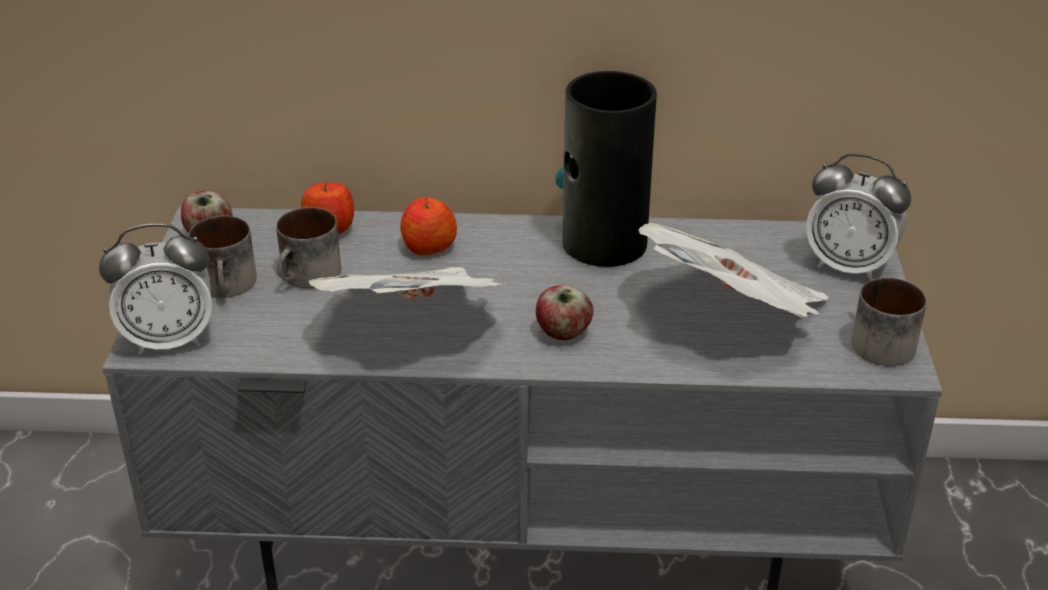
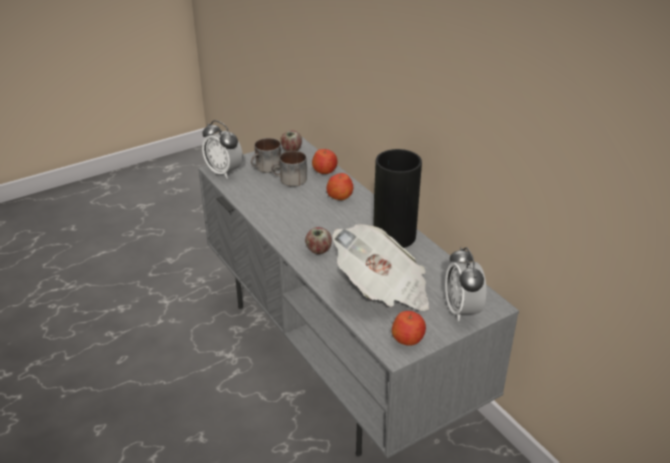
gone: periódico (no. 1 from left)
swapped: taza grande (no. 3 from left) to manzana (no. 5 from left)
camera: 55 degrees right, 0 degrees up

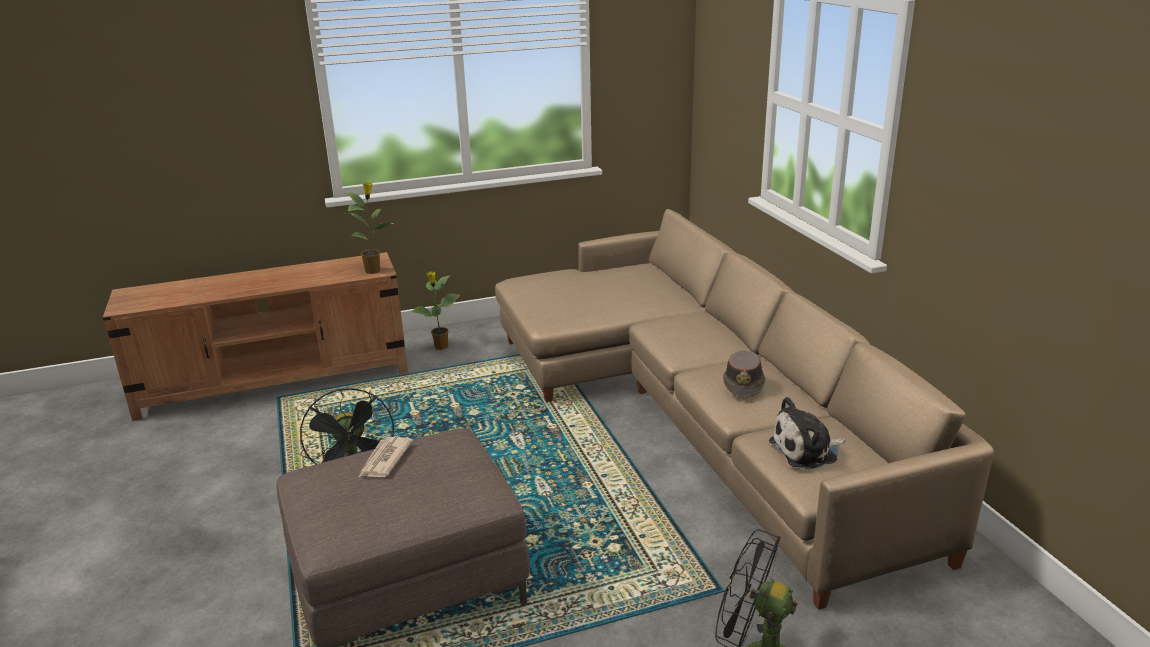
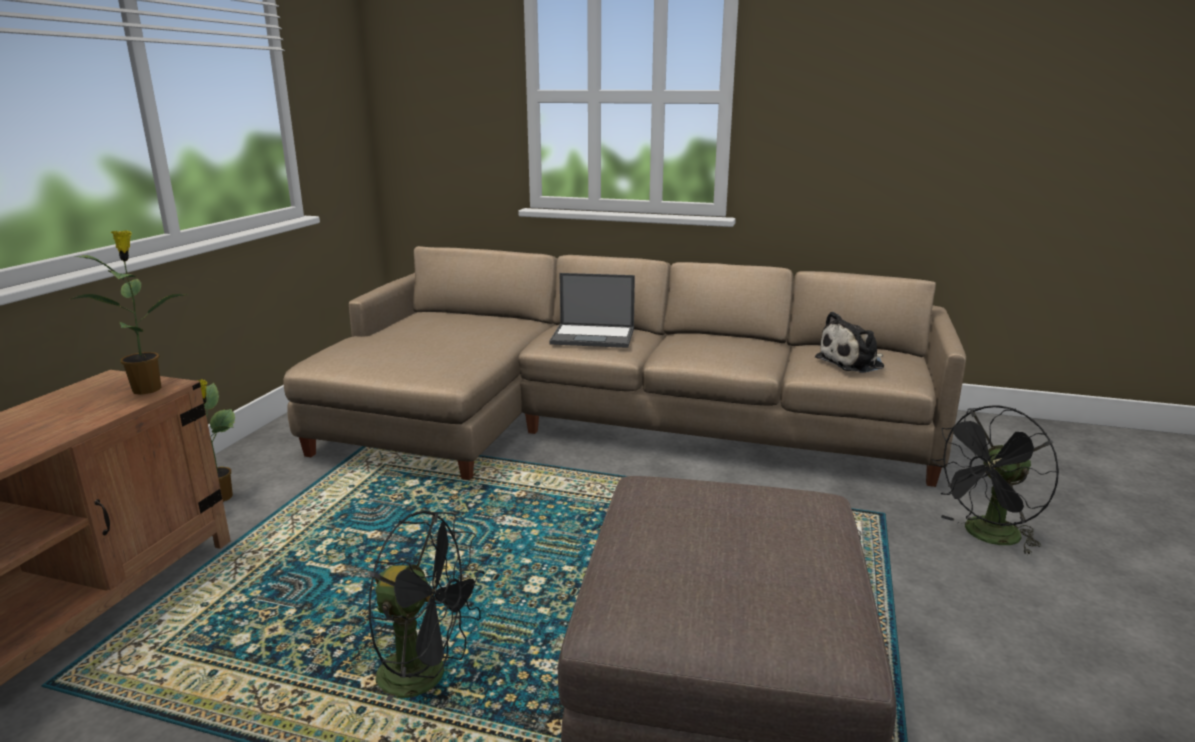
gone: periódico; sombrero [marrón]
new: portátil
rotated: peluche 45 degrees clockwise
camera: 55 degrees left, 5 degrees down

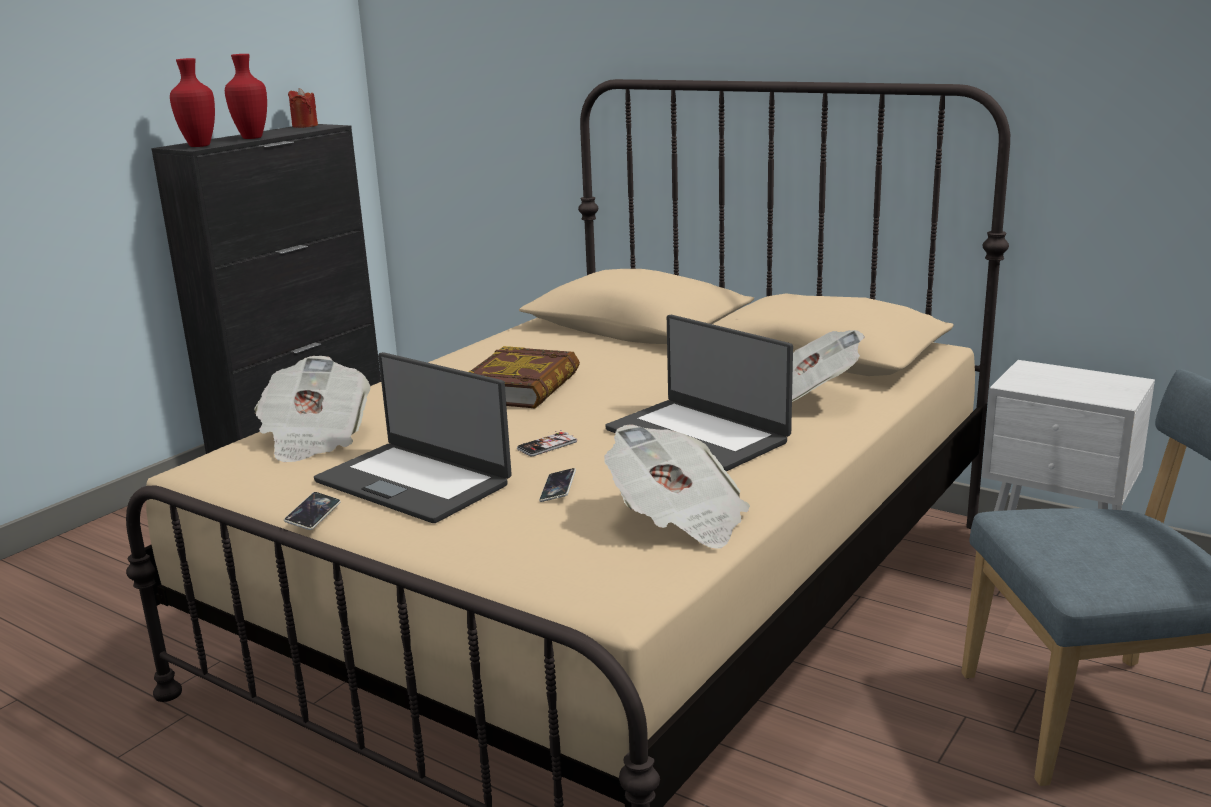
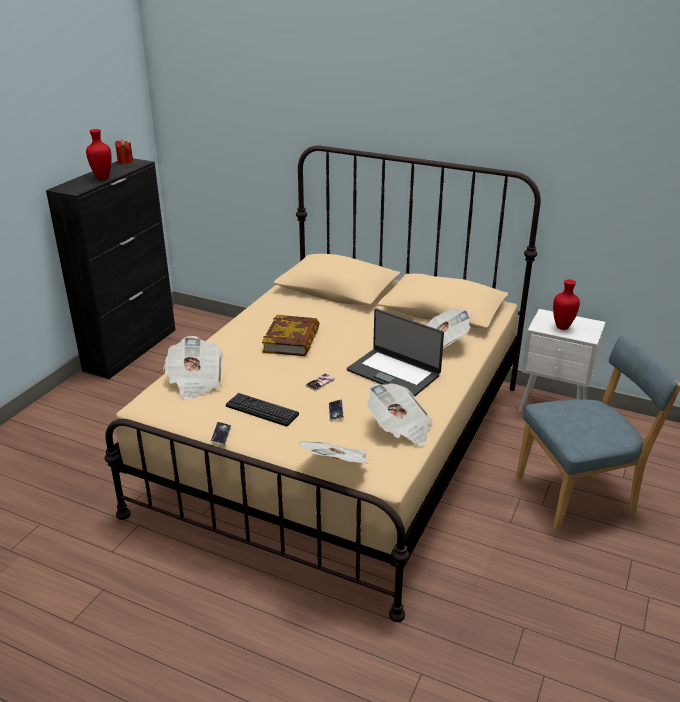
new: periódico (no. 2 from left)
shifted: florero [rojo] (no. 1 from left in the first image) to florero [rojo] (no. 2 from left)
swapped: portátil (no. 1 from left) to teclado
camera: 10 degrees left, 10 degrees up

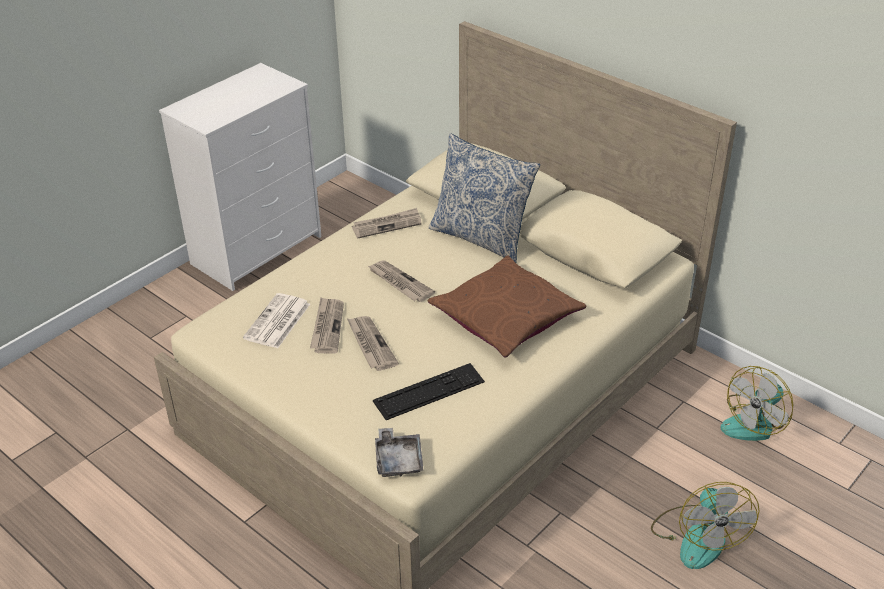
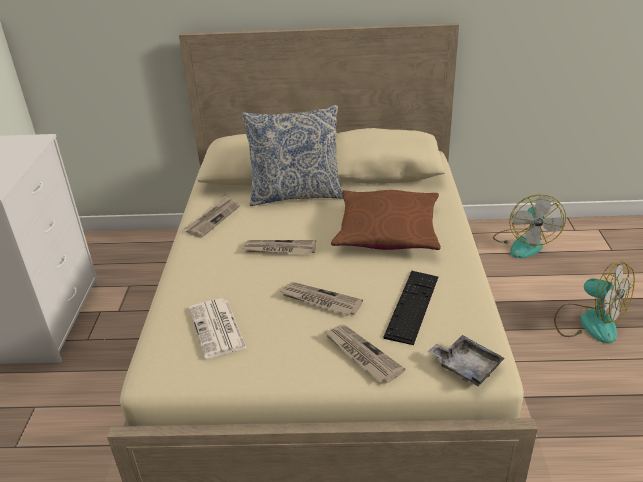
shifted: periódico (no. 2 from left in the first image) to periódico (no. 5 from left)
camera: 40 degrees left, 5 degrees down

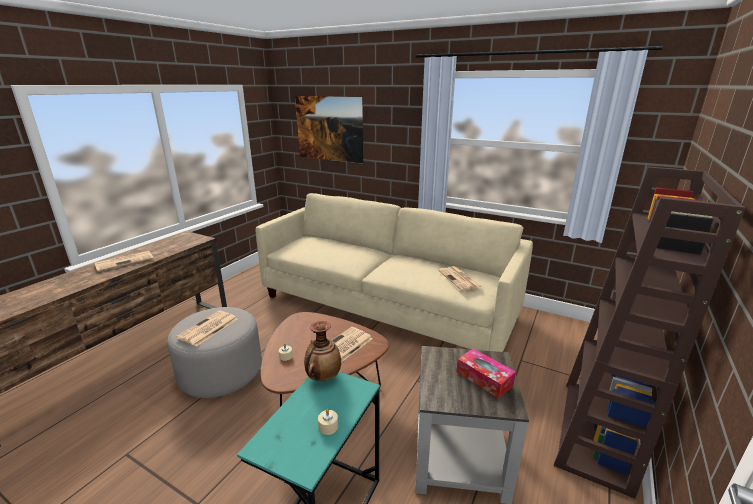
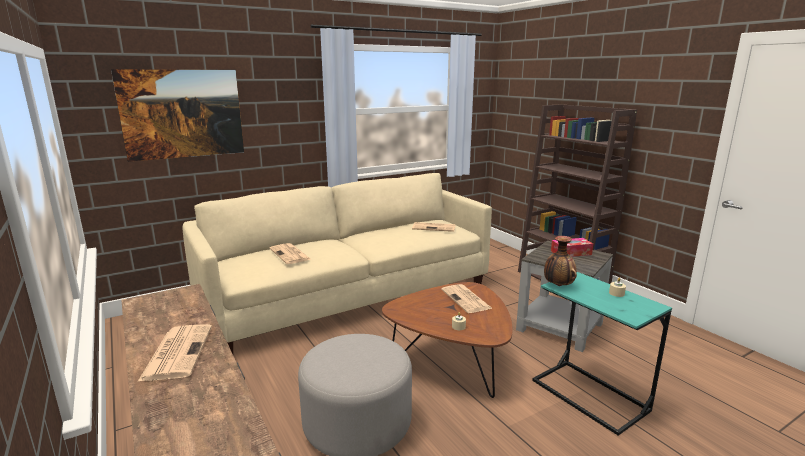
shifted: periódico (no. 2 from left)
camera: 60 degrees left, 5 degrees down

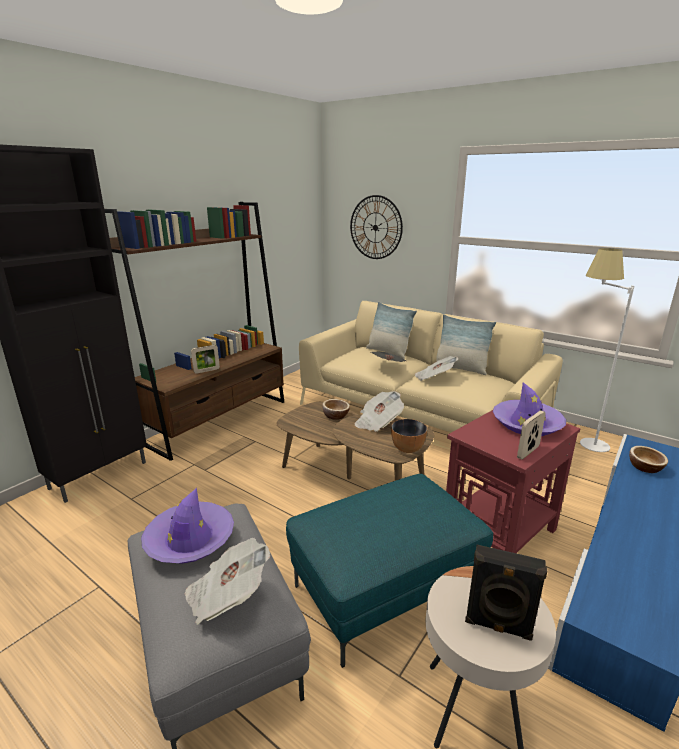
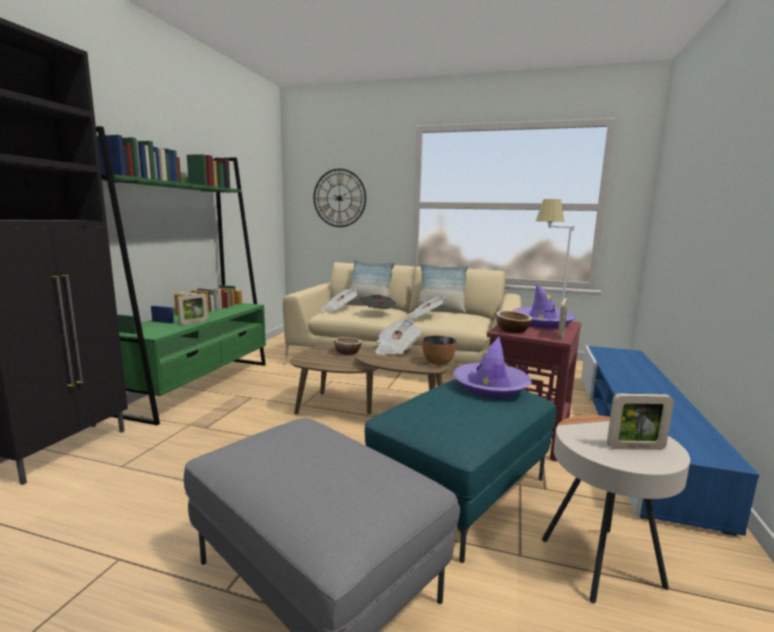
shifted: sombrero [morado] (no. 1 from left); periódico (no. 1 from left); cuenco (no. 3 from left)
swapped: altavoz [negro] to portarretratos (no. 3 from left)
repainted: estantería [marrón] to estantería [verde]
camera: 20 degrees left, 10 degrees down

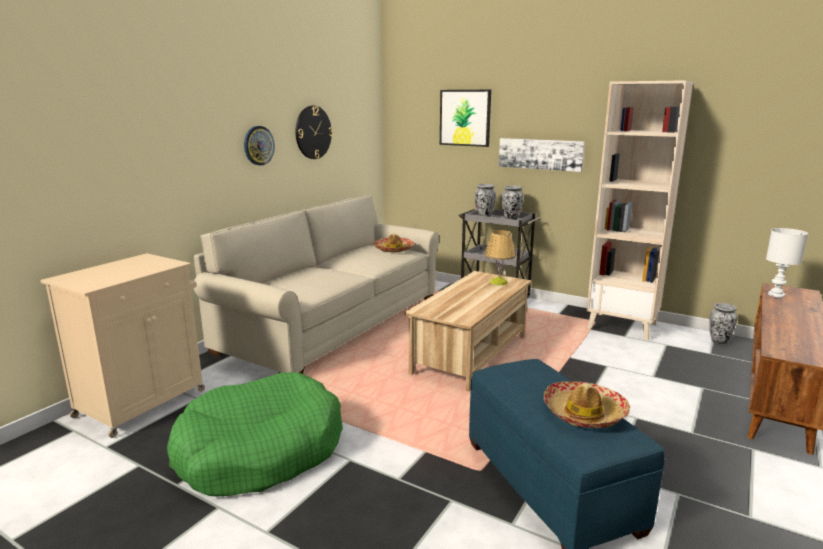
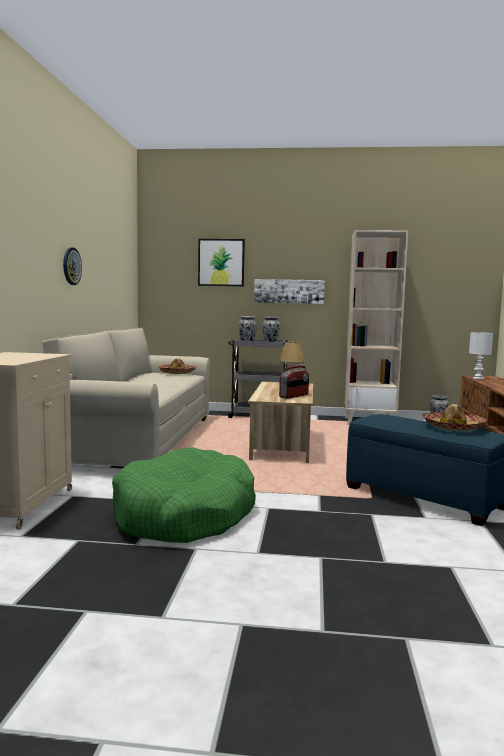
gone: reloj de pared (no. 2 from left)
new: radio
camera: 25 degrees left, 10 degrees down

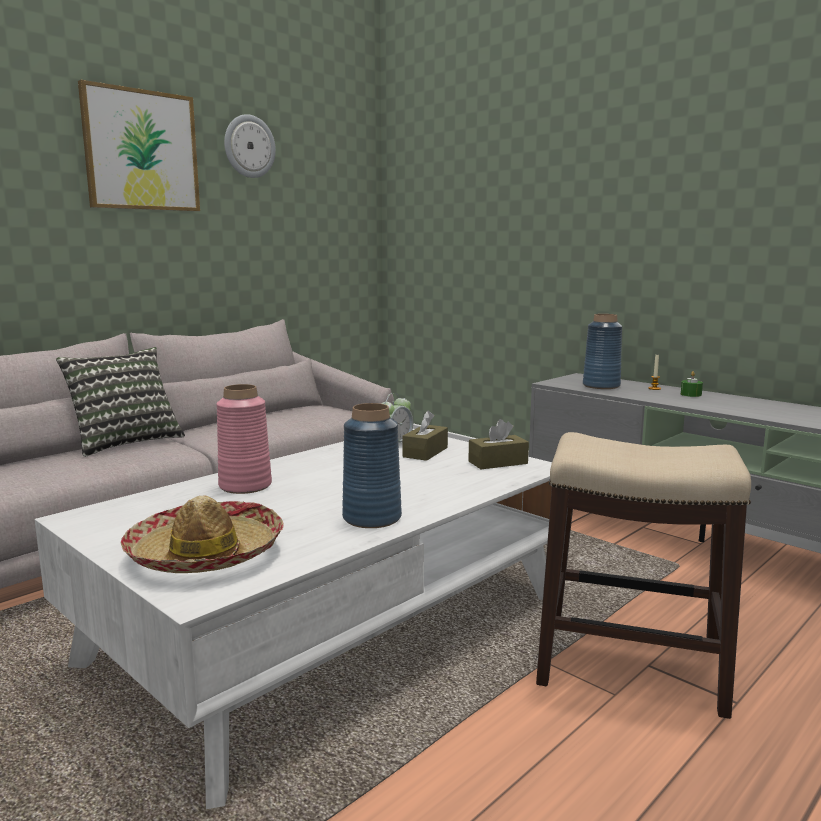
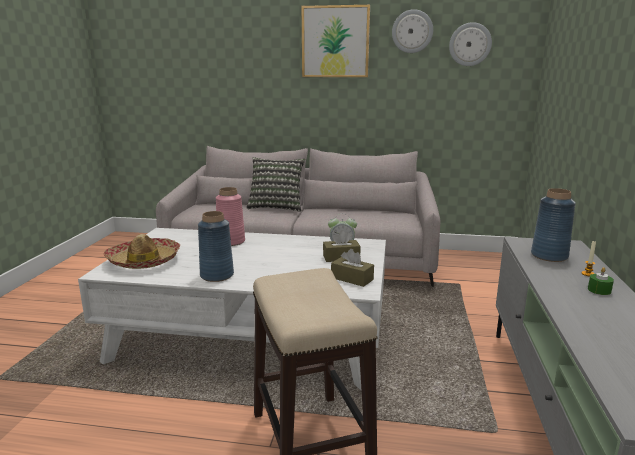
new: reloj de pared (no. 2 from left)
camera: 55 degrees right, 5 degrees up

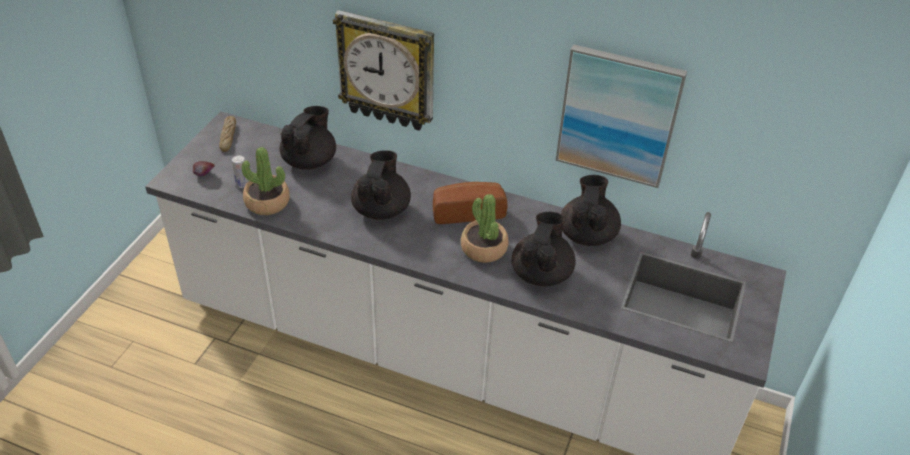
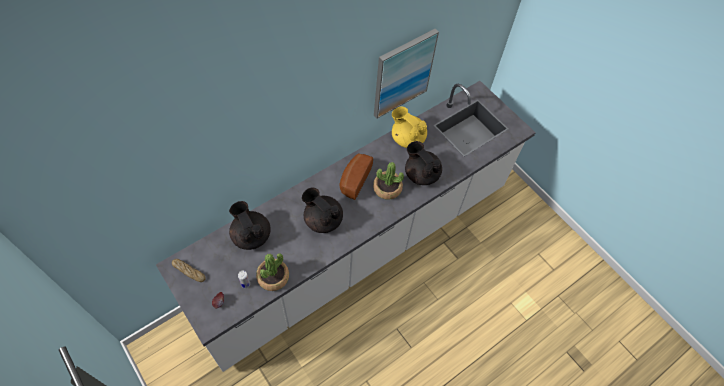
gone: reloj de pared
repainted: tetera [negro] (no. 4 from left) to tetera [amarillo]
camera: 60 degrees left, 15 degrees up

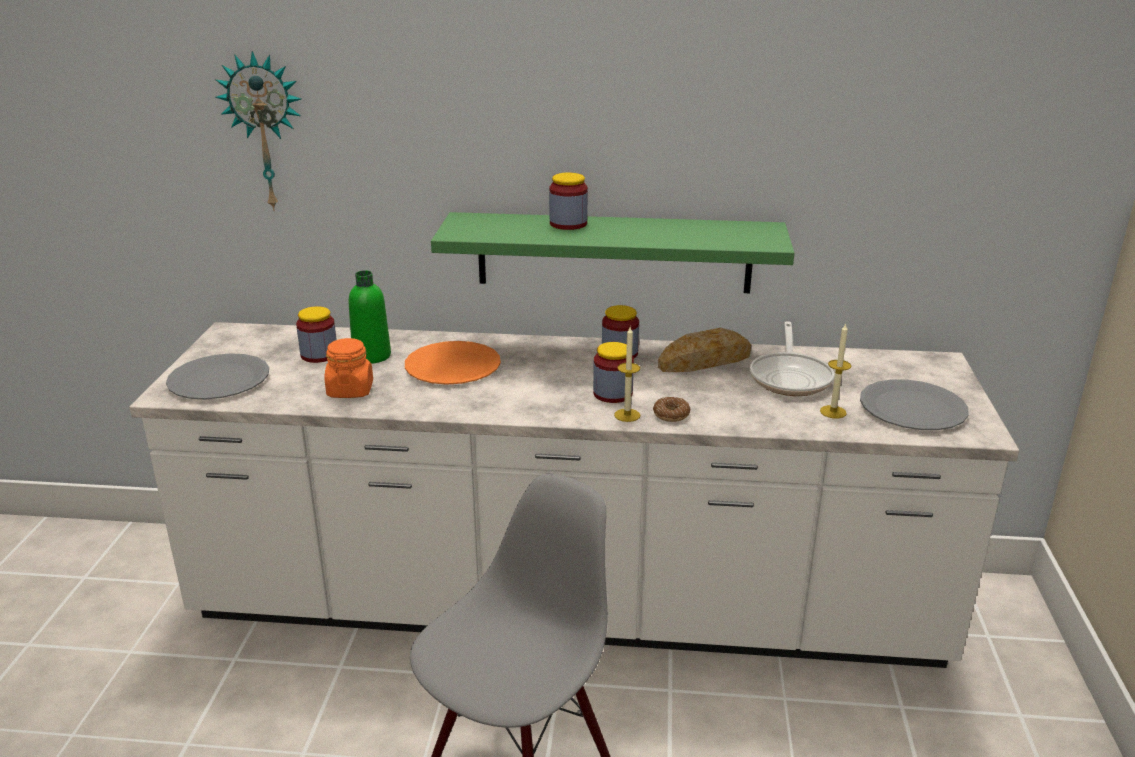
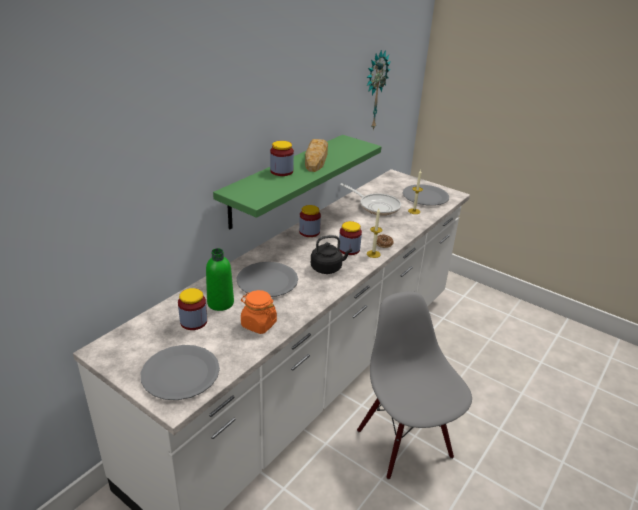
new: hervidor [negro]
shifted: reloj de pared; pan
repainted: plato [naranja] to plato [gris] (no. 2 from left)
camera: 60 degrees left, 5 degrees up

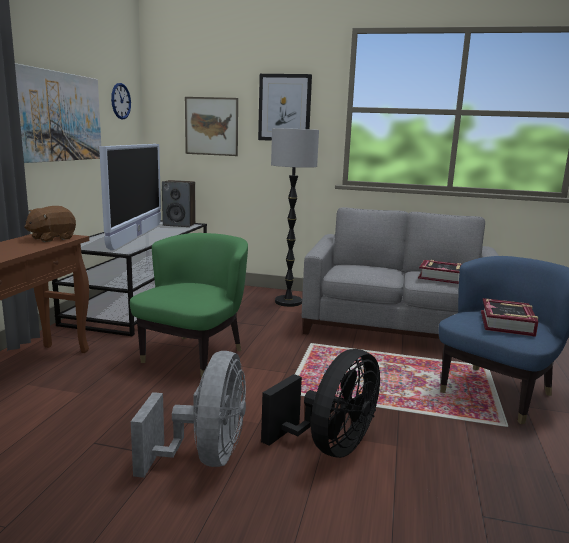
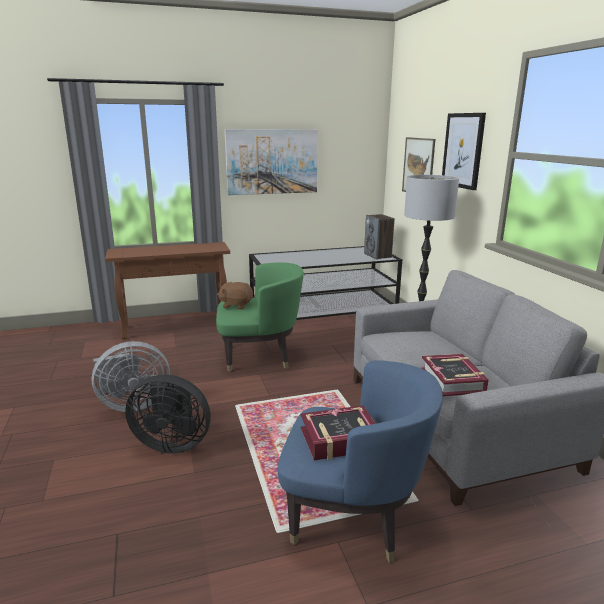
gone: televisor; reloj de pared
shifted: peluche [marrón]
camera: 60 degrees right, 5 degrees up

